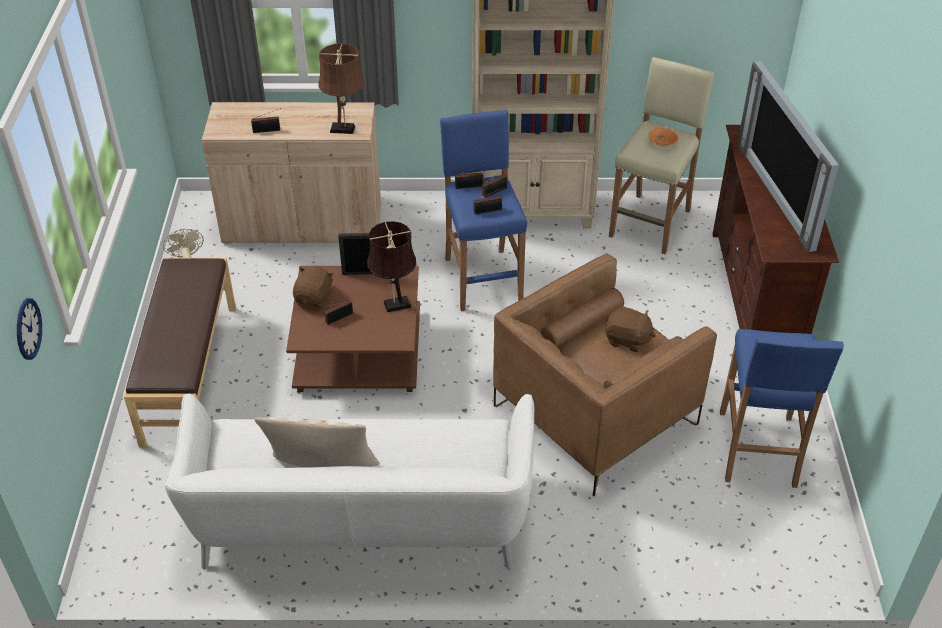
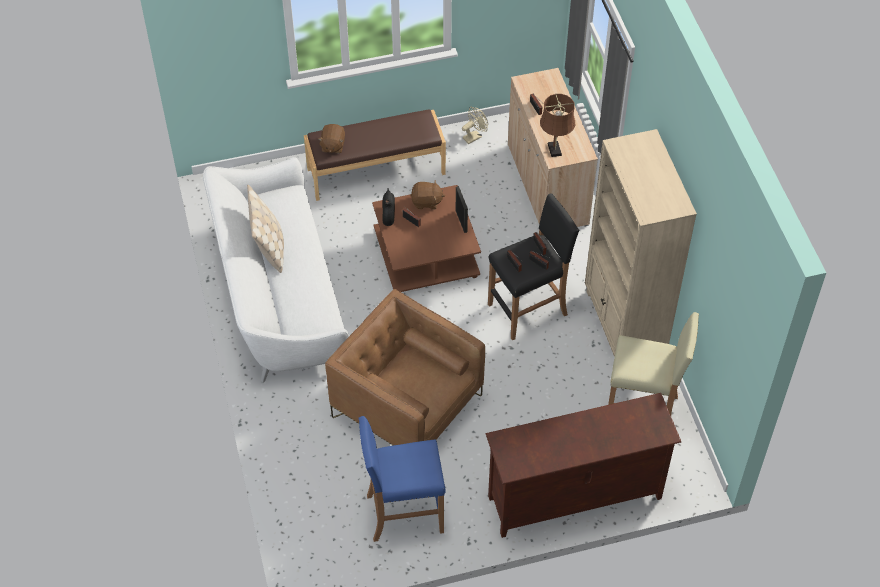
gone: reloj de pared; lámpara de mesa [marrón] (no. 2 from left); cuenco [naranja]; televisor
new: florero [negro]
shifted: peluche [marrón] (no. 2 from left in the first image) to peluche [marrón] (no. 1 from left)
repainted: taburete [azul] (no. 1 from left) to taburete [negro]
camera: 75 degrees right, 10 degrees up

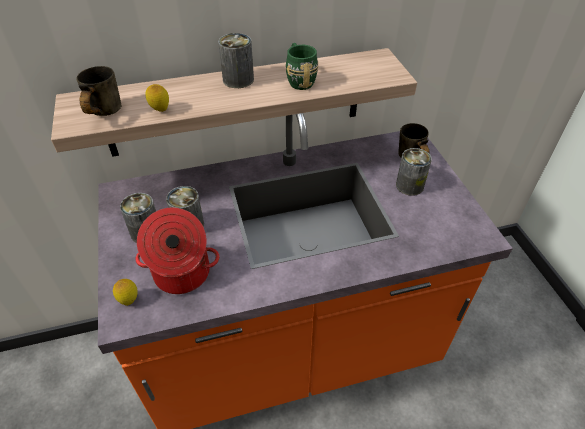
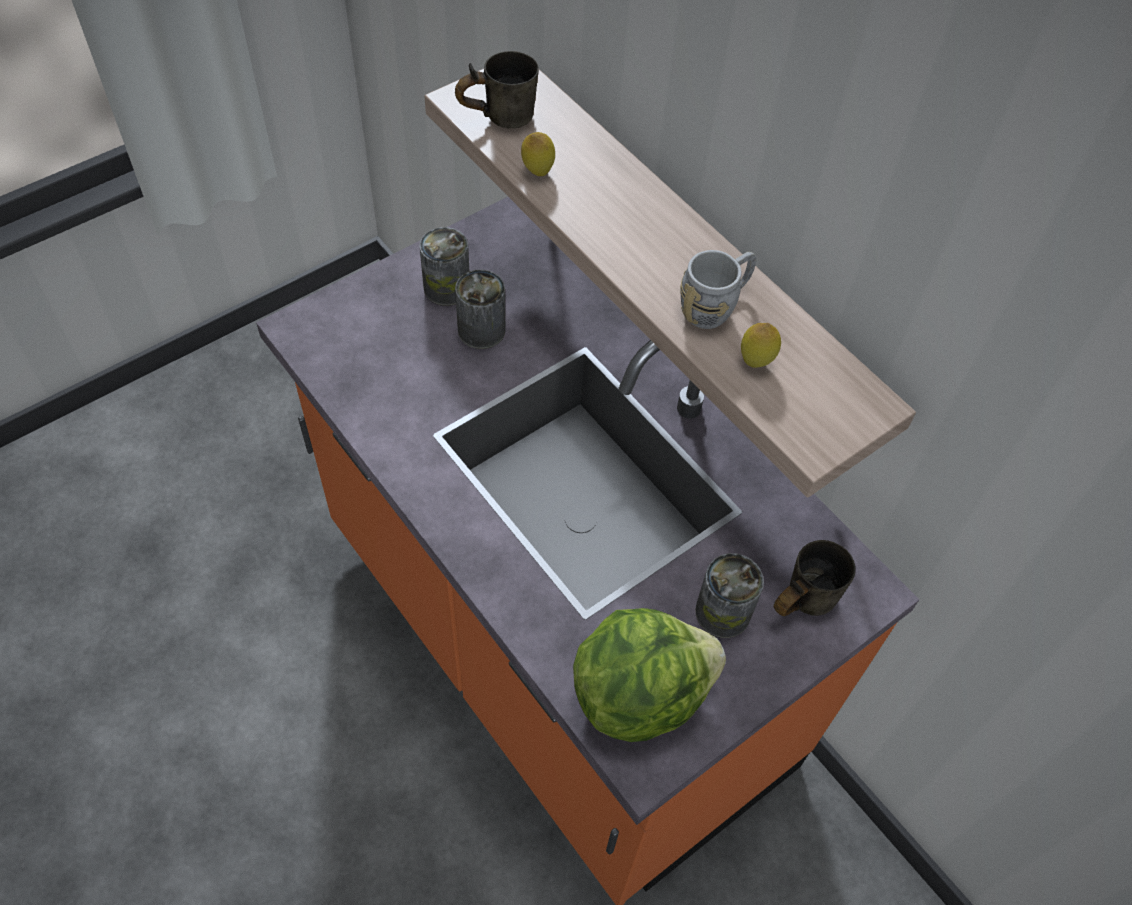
gone: olla; lata (no. 3 from left)
new: lechuga
shifted: limón (no. 1 from left in the first image) to limón (no. 2 from left)
repainted: taza grande [verde] to taza grande [gris] (no. 2 from left)
camera: 65 degrees right, 10 degrees up

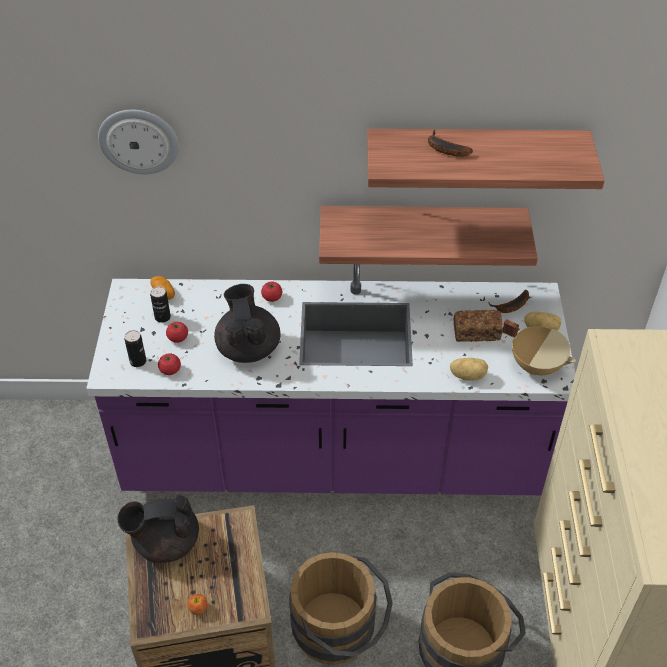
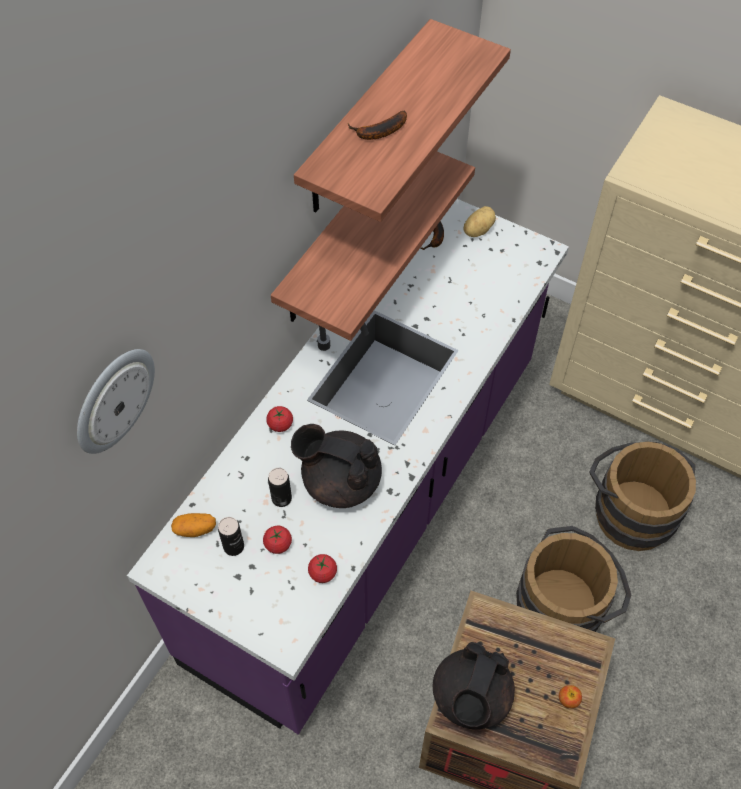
gone: patata (no. 2 from left); pan; olla [beis]
shifted: lata (no. 1 from left in the first image) to lata (no. 2 from left)
camera: 60 degrees left, 10 degrees up

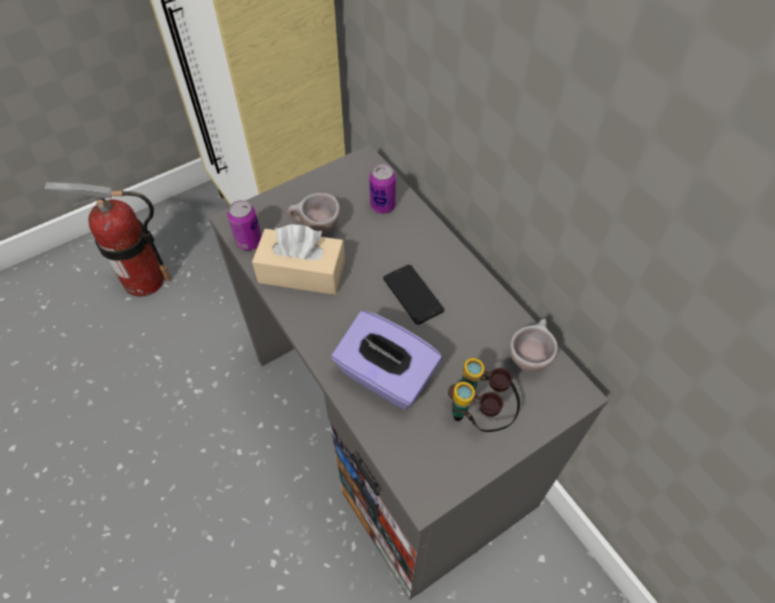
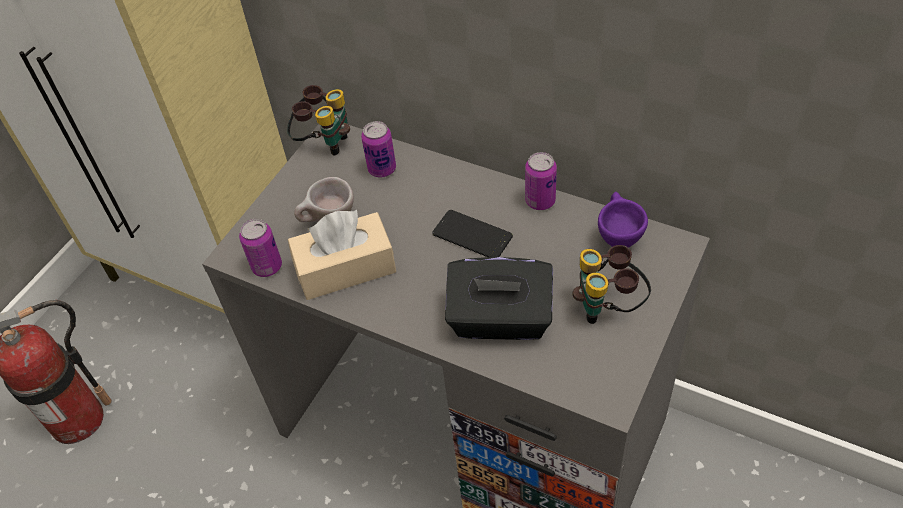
new: prismáticos (no. 1 from left); lata (no. 3 from left)
repainted: caja de pañuelos [morado] to caja de pañuelos [negro]; taza [beis] (no. 2 from left) to taza [morado]
camera: 25 degrees left, 5 degrees down

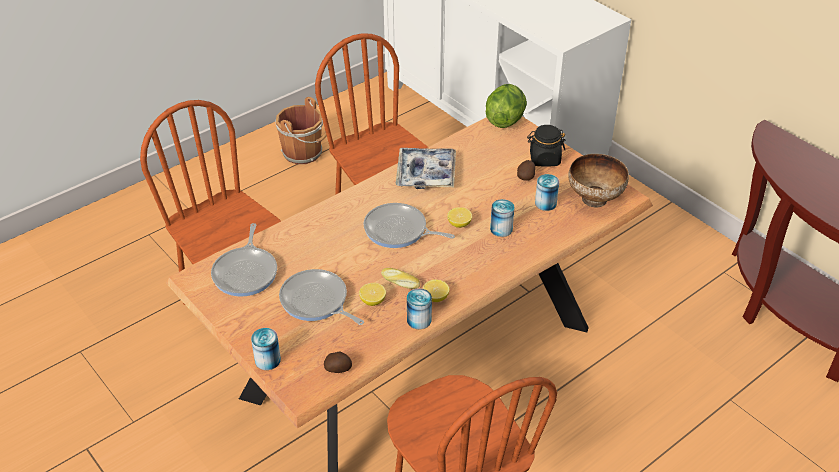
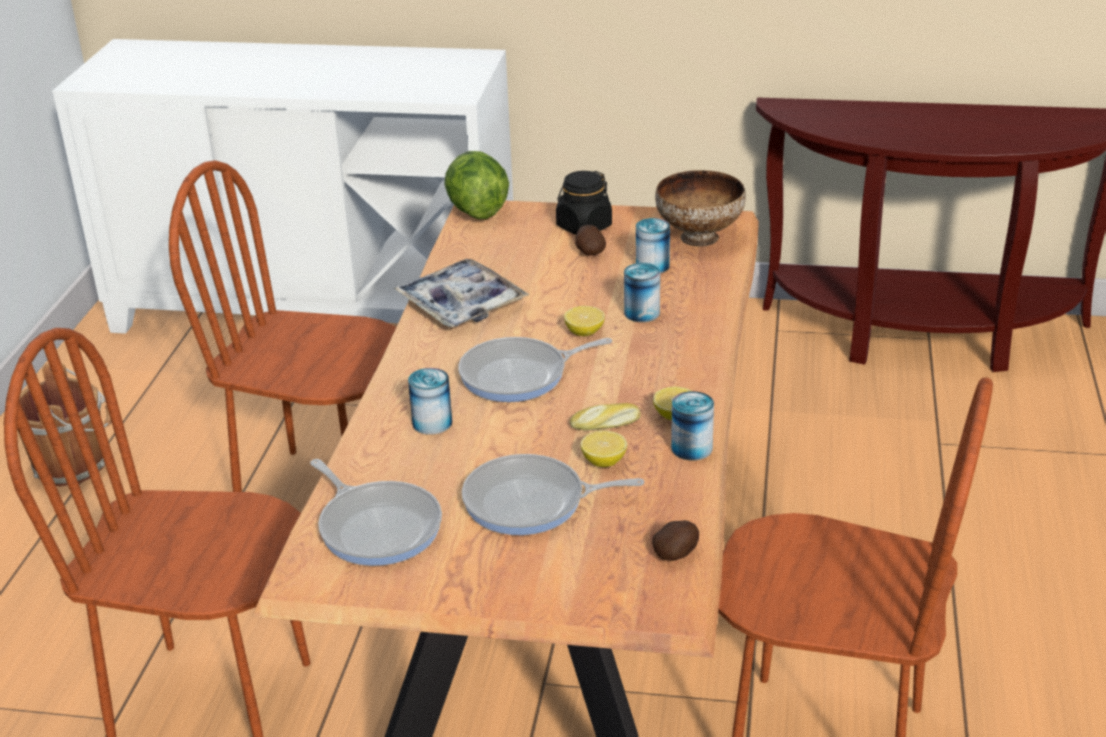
shifted: lata (no. 1 from left)
camera: 40 degrees left, 10 degrees down

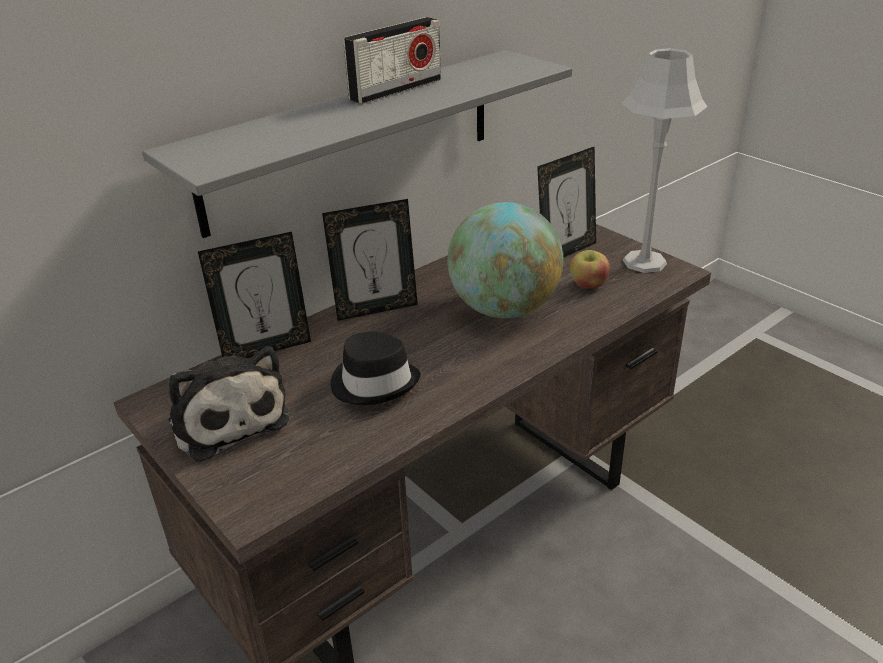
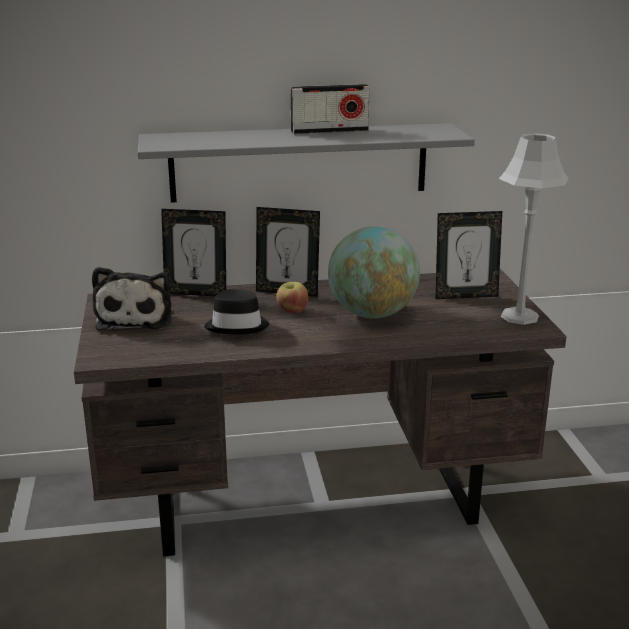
shifted: manzana
camera: 30 degrees right, 10 degrees down

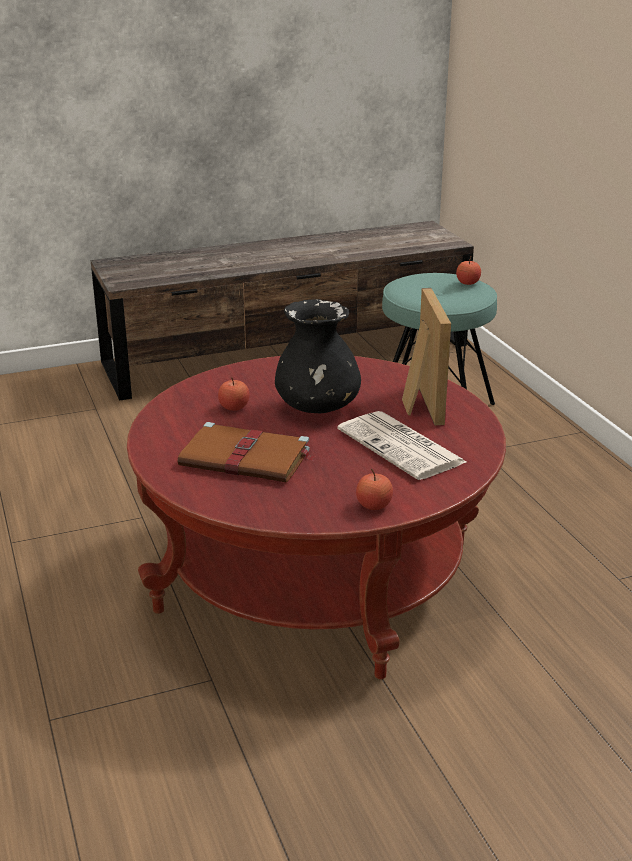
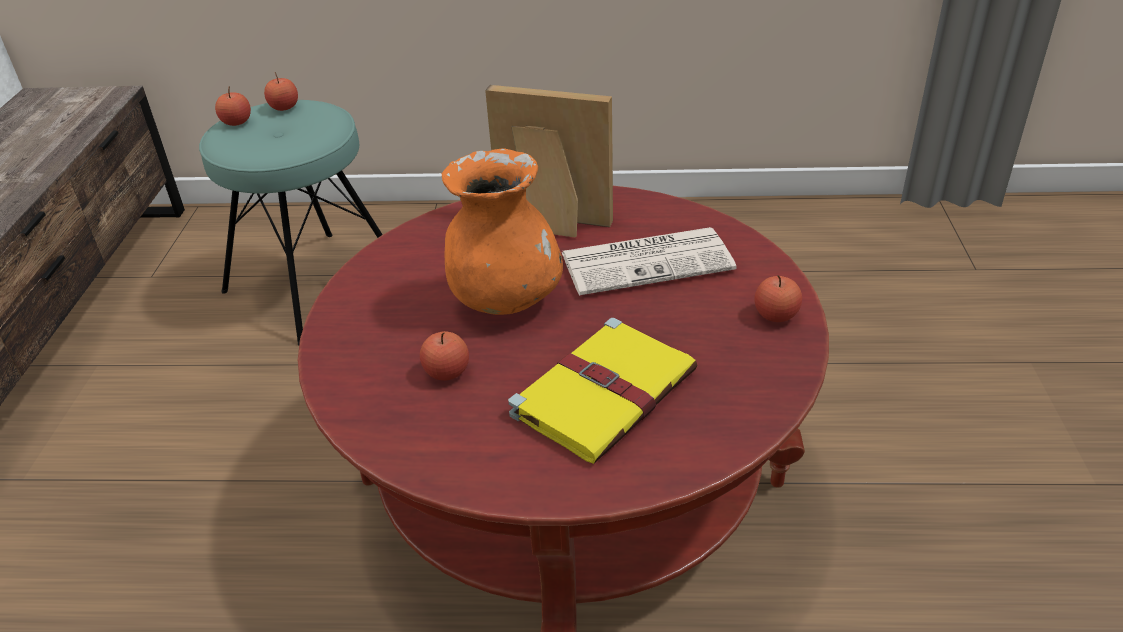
new: manzana (no. 1 from left)
repainted: libro [marrón] to libro [amarillo]; florero [negro] to florero [naranja]
camera: 65 degrees left, 10 degrees up

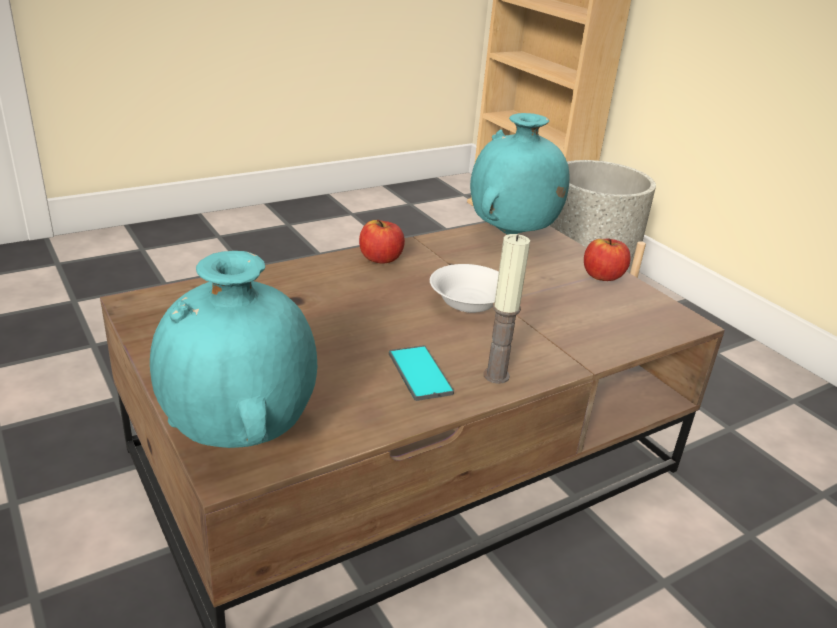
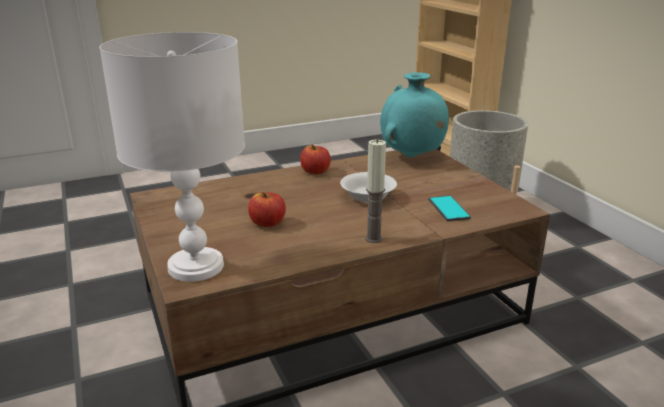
shifted: móvil; manzana (no. 2 from left in the first image) to manzana (no. 1 from left)
swapped: florero [turquesa] (no. 1 from left) to lámpara de mesa [blanco]
camera: 10 degrees right, 5 degrees down

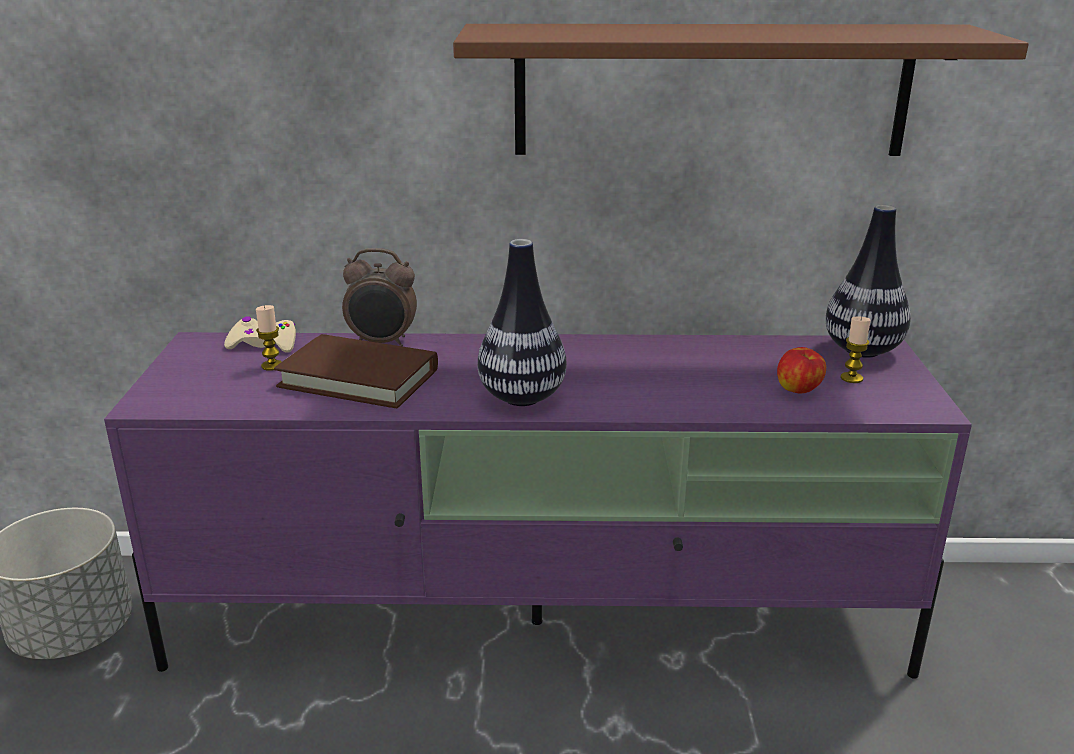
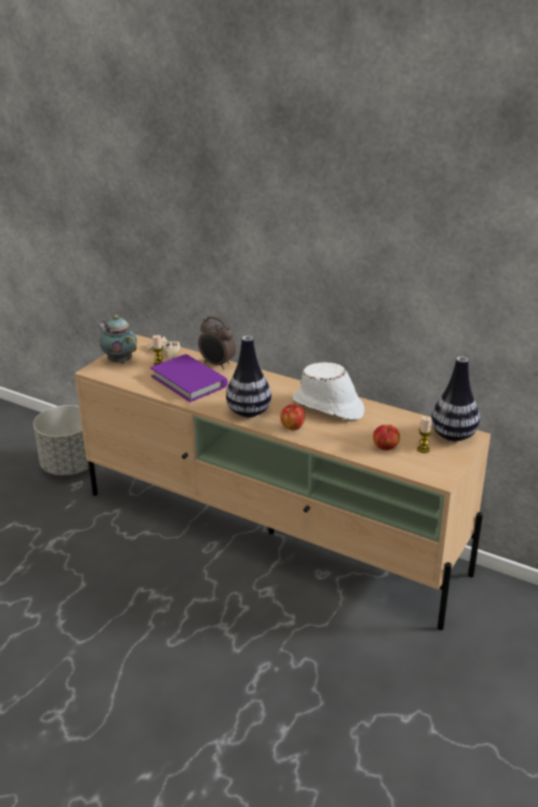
gone: estante [marrón]
new: tetera; manzana (no. 1 from left); sombrero [blanco]
repainted: mueble de televisión [morado] to mueble de televisión [beis]; libro [marrón] to libro [morado]
camera: 30 degrees right, 5 degrees up

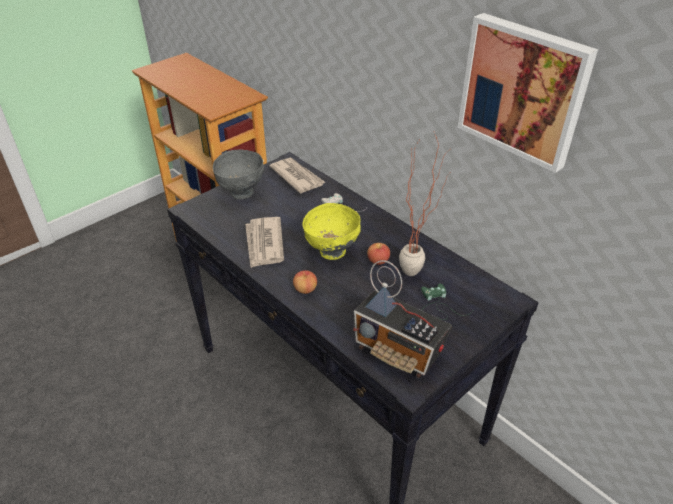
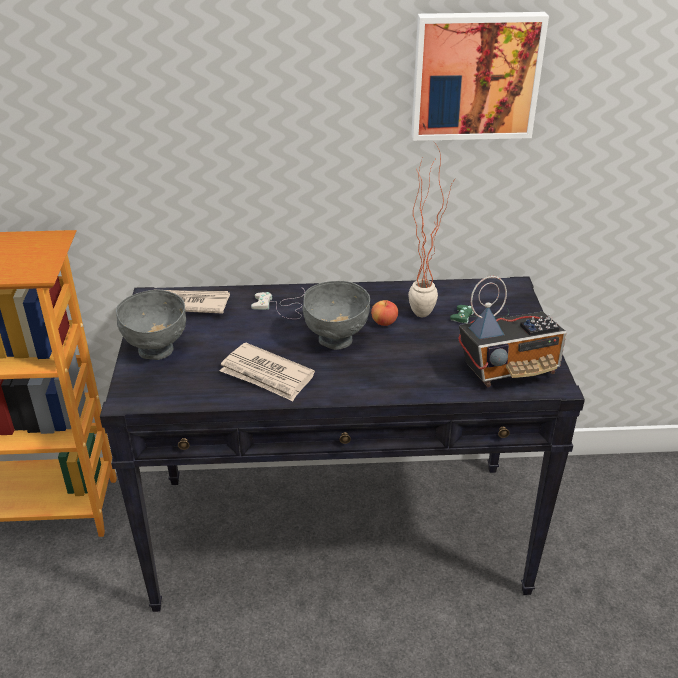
gone: manzana (no. 1 from left)
repainted: cuenco [amarillo] to cuenco [gris] (no. 2 from left)
camera: 50 degrees left, 5 degrees down

